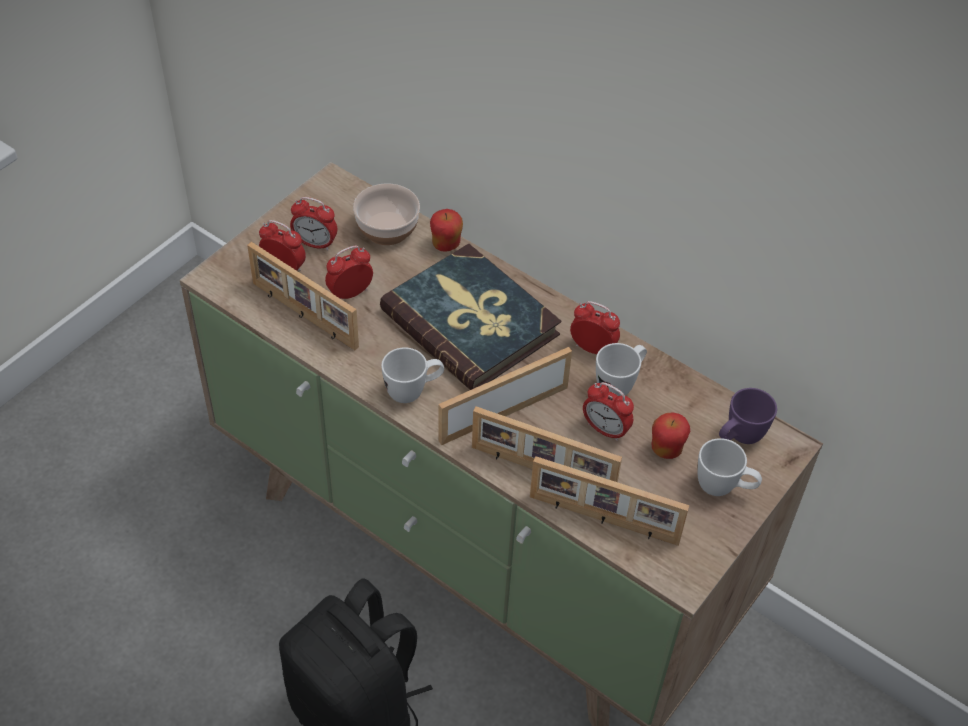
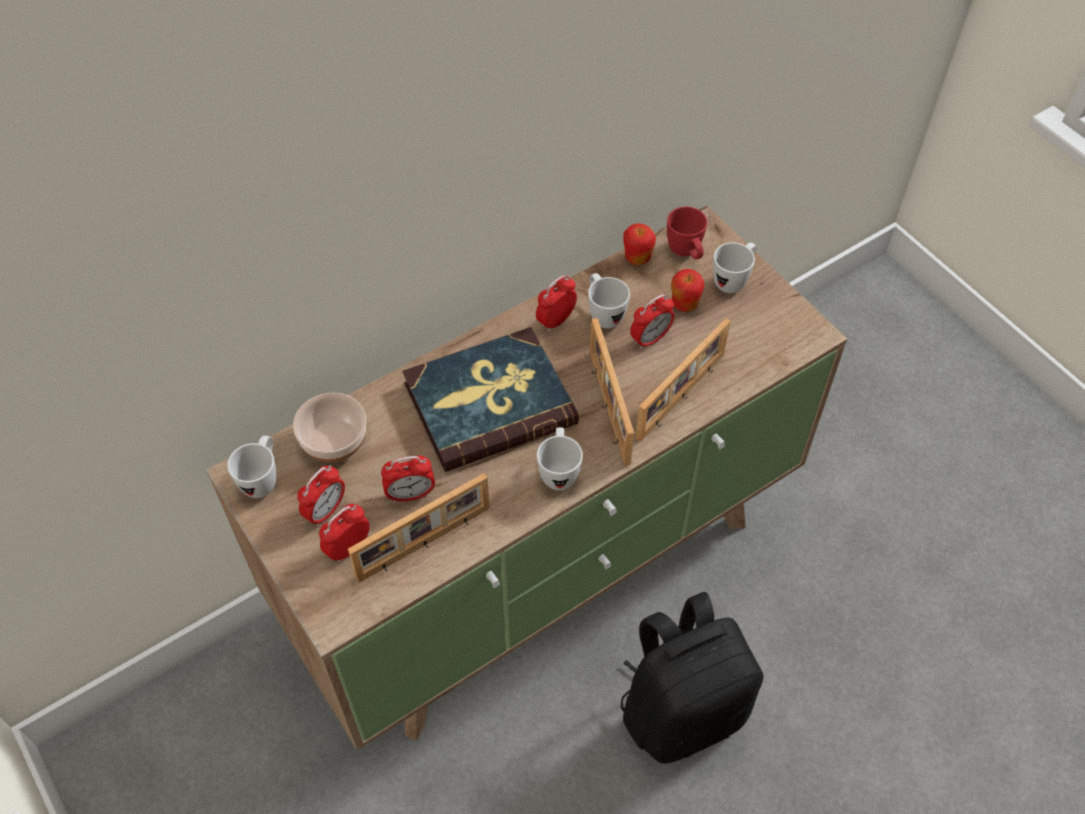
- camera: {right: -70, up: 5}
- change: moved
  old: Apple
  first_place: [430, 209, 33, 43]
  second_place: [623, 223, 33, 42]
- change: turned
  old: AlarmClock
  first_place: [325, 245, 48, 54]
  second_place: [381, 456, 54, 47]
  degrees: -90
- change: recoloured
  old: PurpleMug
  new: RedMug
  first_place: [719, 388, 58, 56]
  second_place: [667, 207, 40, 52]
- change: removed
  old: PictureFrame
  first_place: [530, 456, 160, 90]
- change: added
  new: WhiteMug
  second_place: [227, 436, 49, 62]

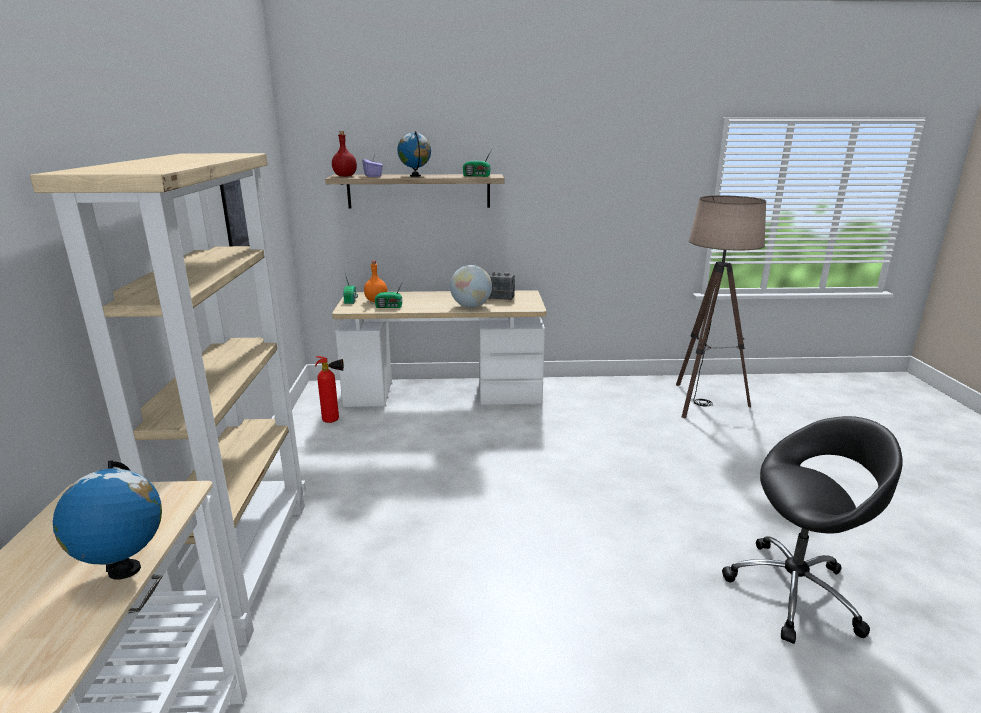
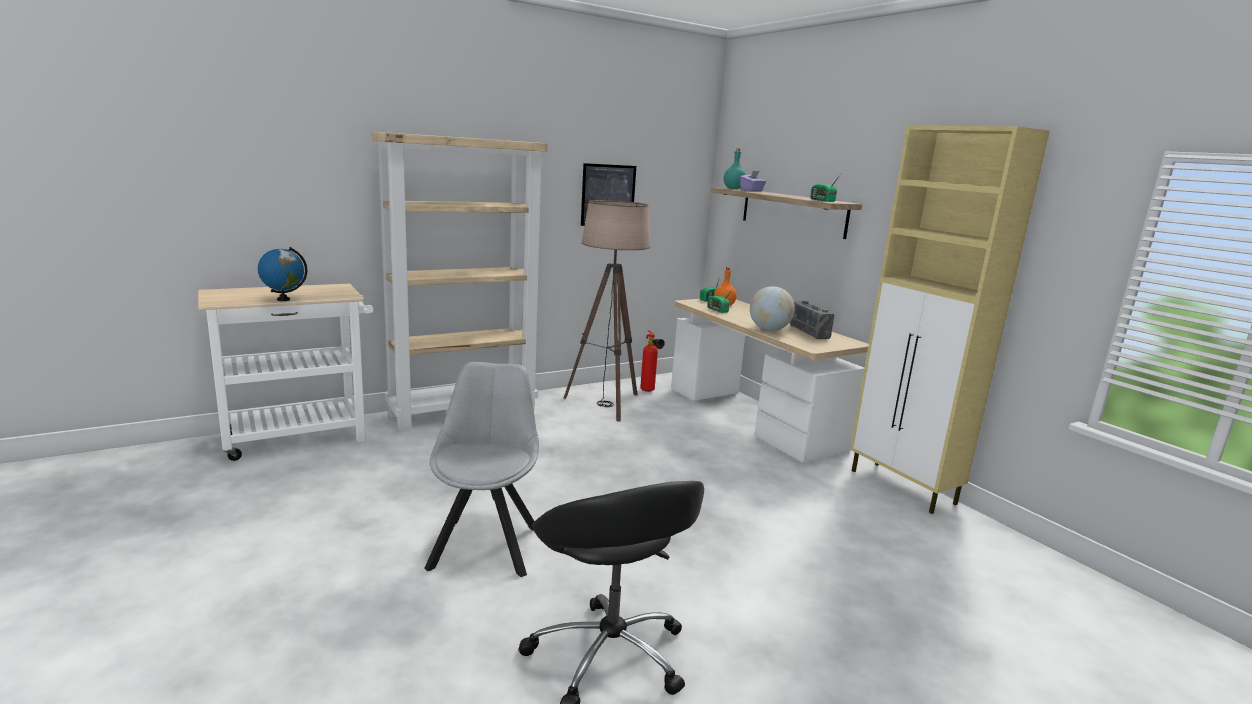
- camera: {right: 60, up: -5}
- change: recoloured
  old: RedBottle
  new: TurquoiseBottle
  first_place: [332, 131, 25, 46]
  second_place: [724, 148, 22, 41]
- change: removed
  old: Globe
  first_place: [397, 131, 34, 46]
- change: moved
  old: FloorLamp
  first_place: [676, 195, 90, 223]
  second_place: [563, 200, 87, 222]
- change: added
  new: BeigeCabinet
  second_place: [850, 125, 200, 389]
- change: added
  new: GreyChair
  second_place: [425, 362, 114, 215]

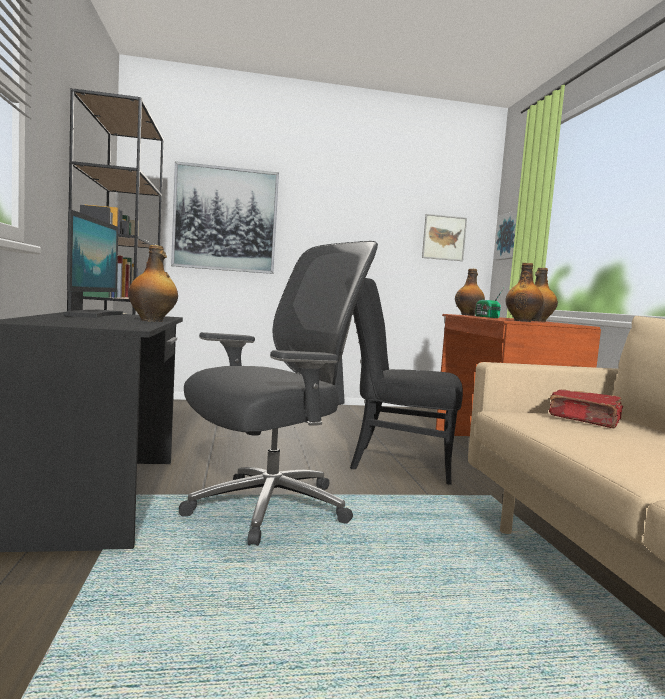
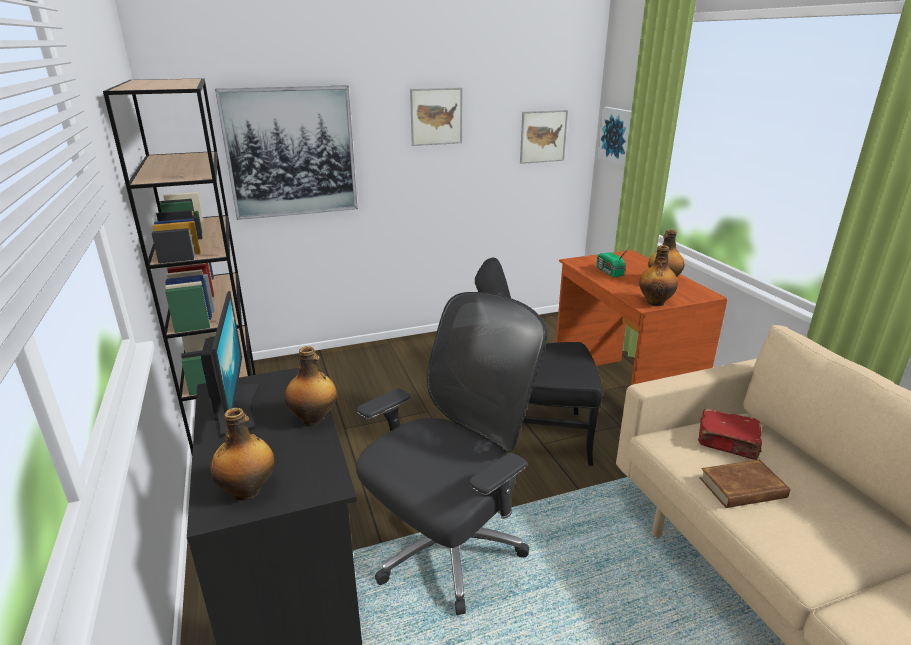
- camera: {right: -10, up: 20}
- change: moved
  old: Bottle
  first_place: [455, 269, 30, 47]
  second_place: [210, 408, 64, 93]
- change: added
  new: Picture
  second_place: [410, 87, 52, 59]
- change: added
  new: BrownBook
  second_place: [699, 460, 92, 48]

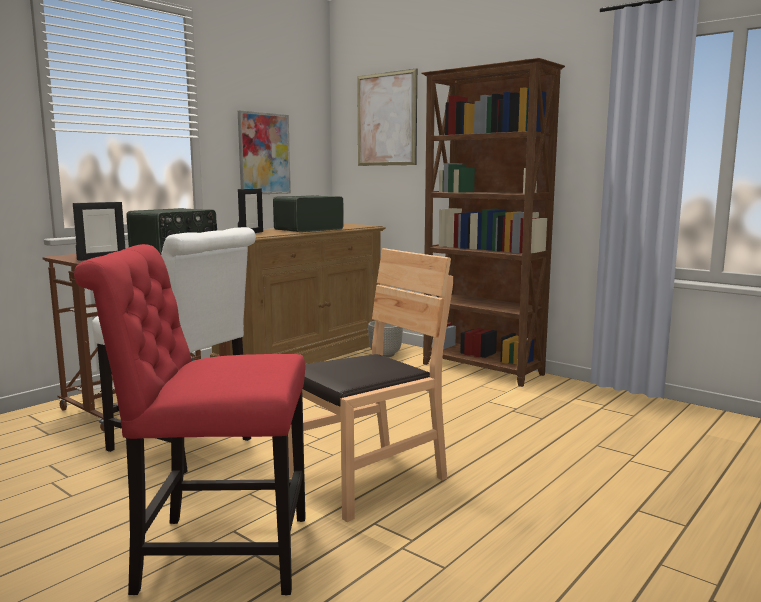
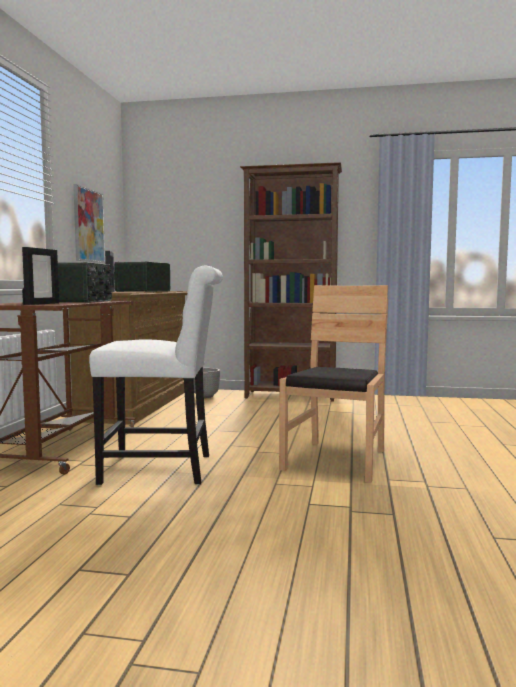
- camera: {right: -30, up: -5}
- change: removed
  old: Picture
  first_place: [357, 68, 60, 98]
- change: removed
  old: RedChair
  first_place: [74, 244, 232, 351]

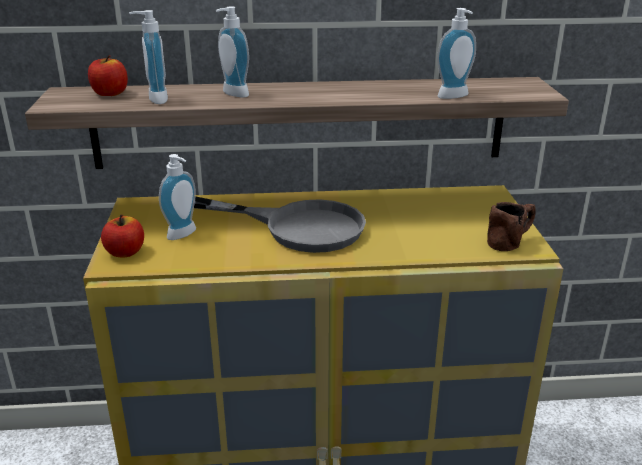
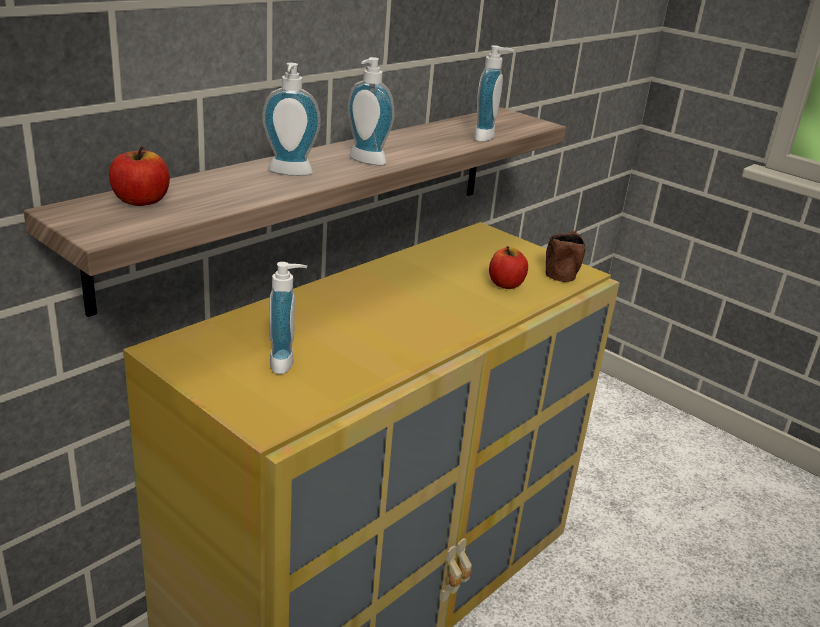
- camera: {right: -45, up: 0}
- change: moved
  old: SoapDispenser
  first_place: [129, 10, 39, 94]
  second_place: [348, 57, 47, 108]
- change: removed
  old: GreyFryingPan
  first_place: [194, 197, 172, 56]
- change: moved
  old: Apple
  first_place: [101, 215, 43, 42]
  second_place: [489, 246, 39, 43]

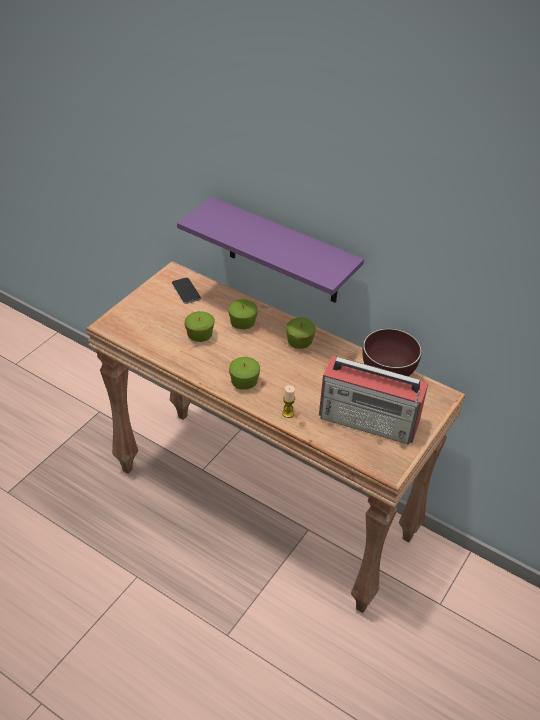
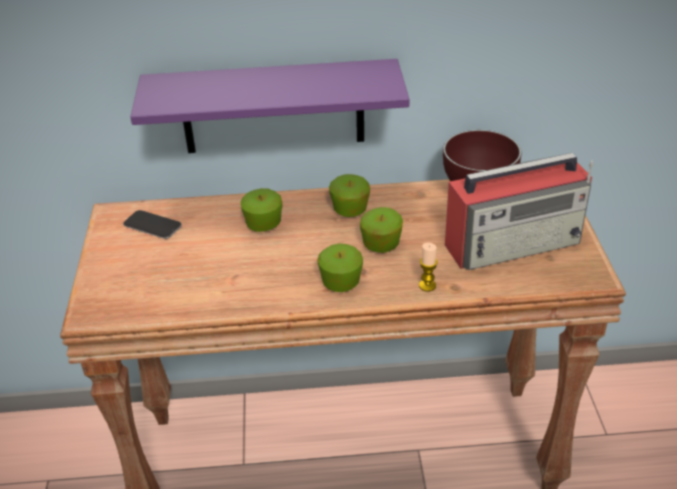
- camera: {right: -35, up: -5}
- change: moved
  old: Apple
  first_place: [185, 311, 30, 31]
  second_place: [360, 207, 43, 46]

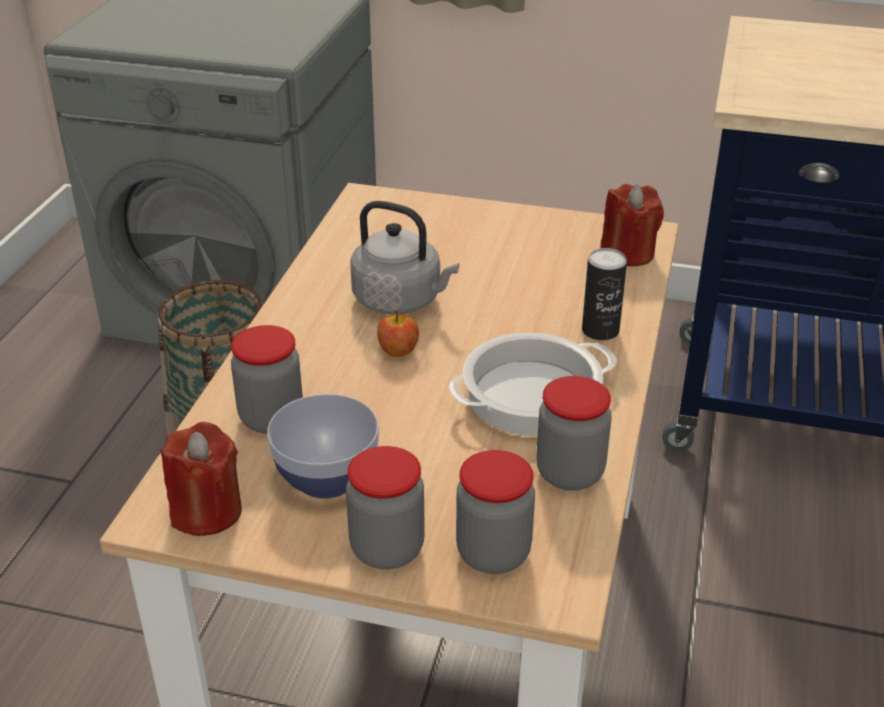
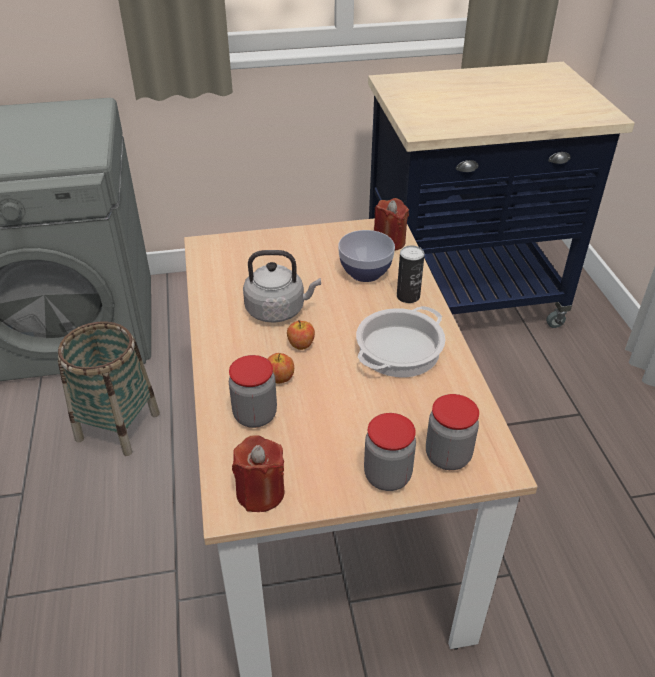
- camera: {right: -25, up: 5}
- change: removed
  old: Jar
  first_place: [536, 376, 75, 115]
- change: moved
  old: Bowl
  first_place: [267, 394, 112, 105]
  second_place: [338, 230, 57, 52]
- change: added
  new: Apple
  second_place: [267, 353, 27, 30]

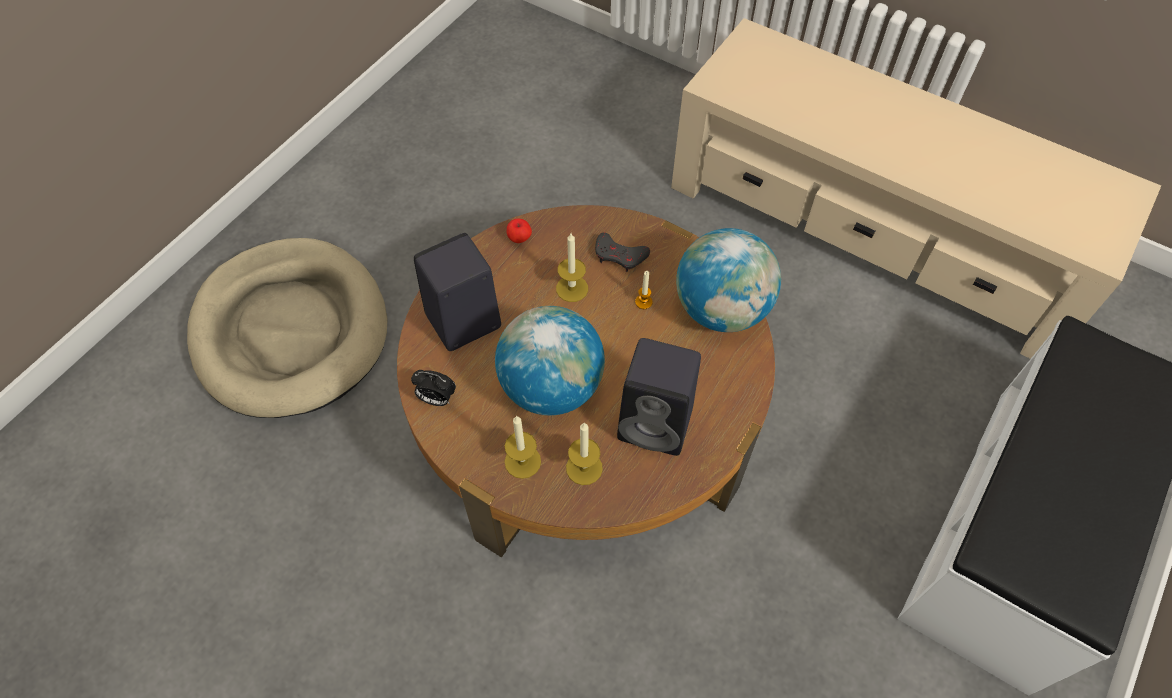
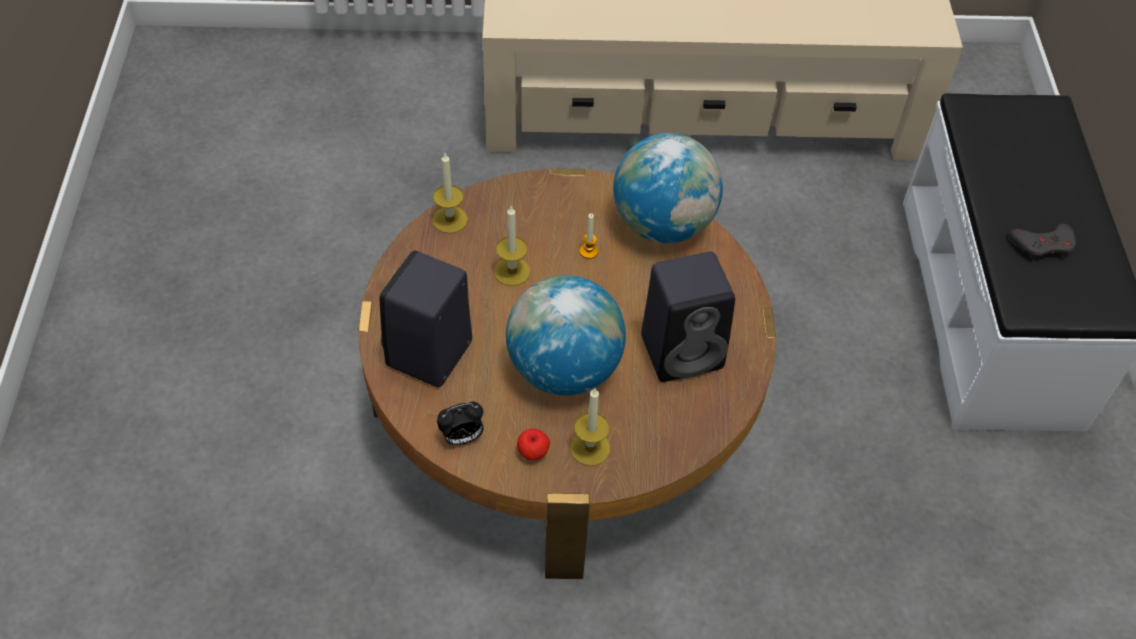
- camera: {right: -35, up: -5}
- change: moved
  old: Apple
  first_place: [507, 218, 25, 25]
  second_place: [517, 429, 33, 32]
- change: moved
  old: GreyGameController
  first_place: [595, 232, 55, 40]
  second_place: [1009, 224, 67, 37]
- change: removed
  old: BeigeDogBed
  first_place: [187, 238, 201, 180]
- change: moved
  old: Candle
  first_place: [566, 423, 37, 62]
  second_place: [432, 153, 36, 80]

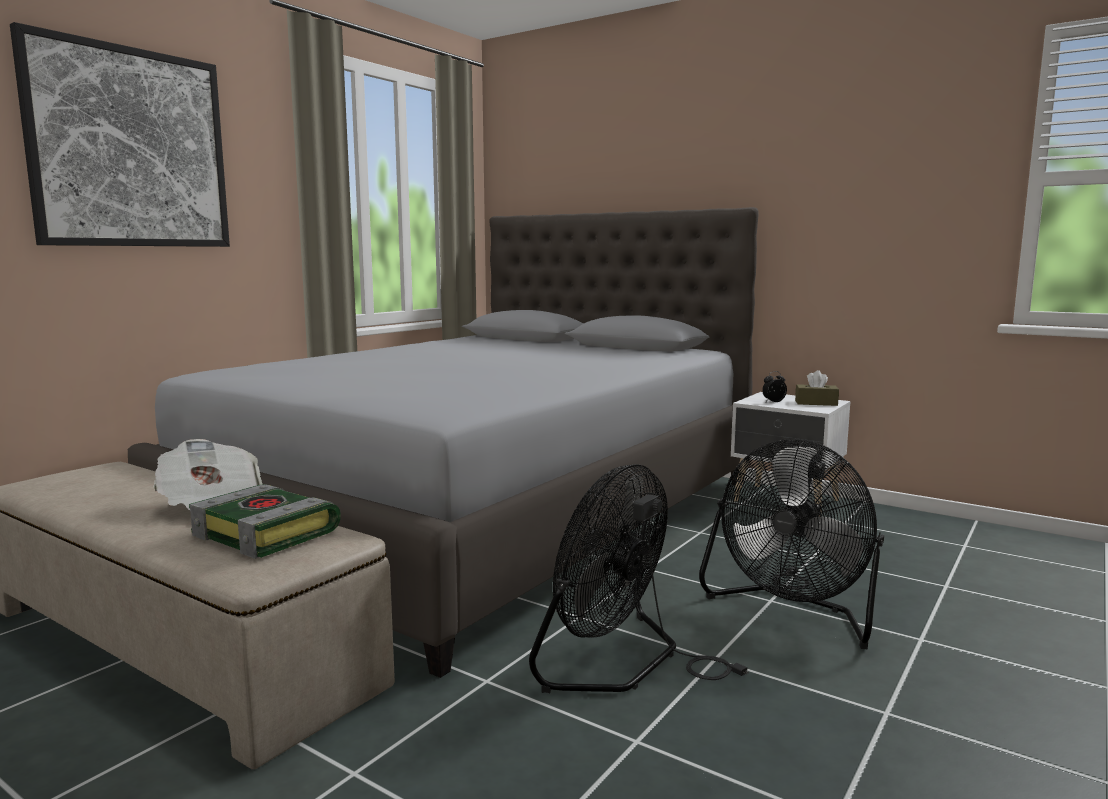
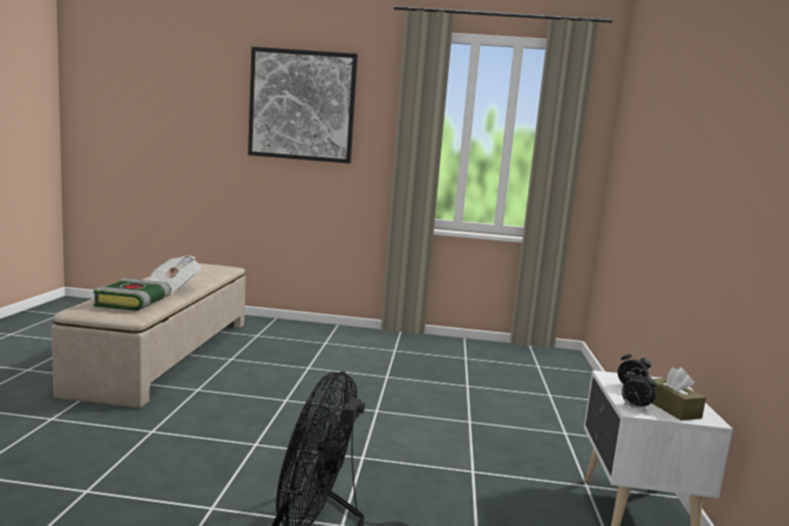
- camera: {right: 60, up: 0}
- change: removed
  old: GreyBed
  first_place: [128, 207, 631, 471]
- change: removed
  old: BlackFan
  first_place: [529, 464, 219, 229]
- change: added
  new: AlarmClock
  second_place: [622, 368, 34, 43]

